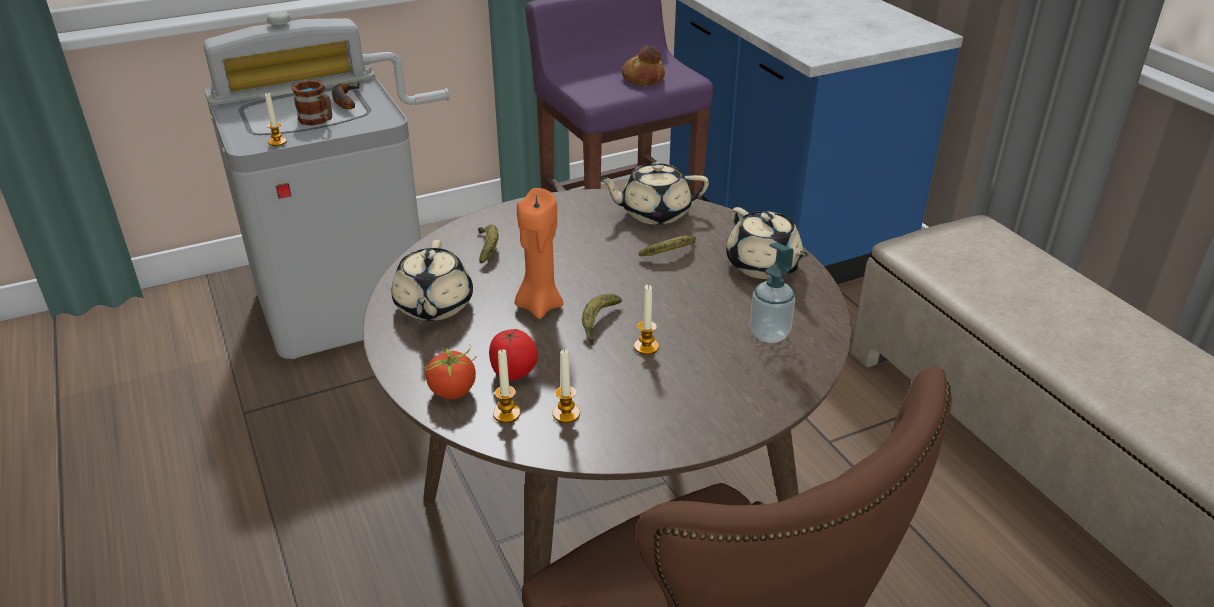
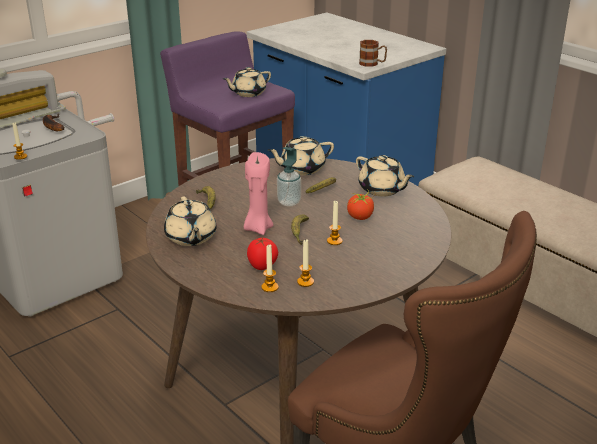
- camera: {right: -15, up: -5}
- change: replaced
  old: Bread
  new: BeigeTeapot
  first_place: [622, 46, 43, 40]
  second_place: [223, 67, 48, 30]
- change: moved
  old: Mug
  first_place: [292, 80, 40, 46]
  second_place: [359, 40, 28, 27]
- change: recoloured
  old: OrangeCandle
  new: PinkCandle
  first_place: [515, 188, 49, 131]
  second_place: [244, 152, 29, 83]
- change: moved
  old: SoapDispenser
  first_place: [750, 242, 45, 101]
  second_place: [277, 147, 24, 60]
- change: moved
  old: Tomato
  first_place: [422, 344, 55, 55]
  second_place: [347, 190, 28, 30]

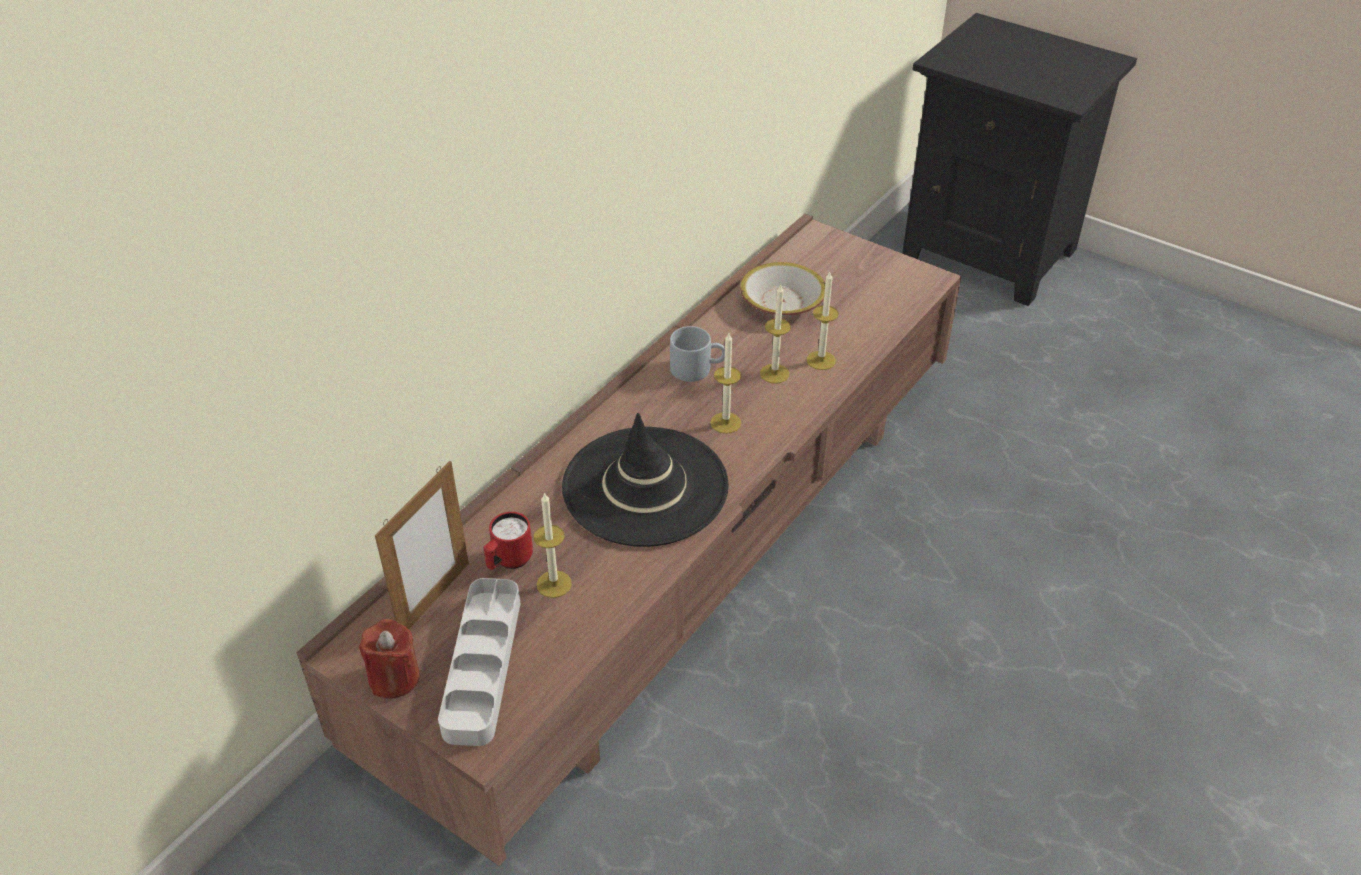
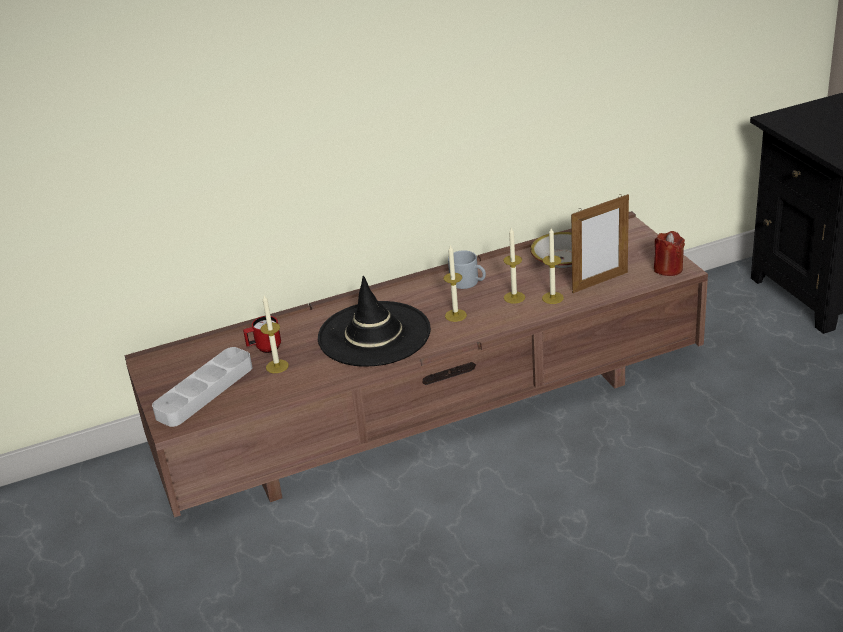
- camera: {right: 35, up: -10}
- change: moved
  old: PictureFrame
  first_place: [375, 461, 94, 168]
  second_place: [571, 194, 58, 99]
- change: moved
  old: RedCandle
  first_place: [359, 619, 61, 80]
  second_place: [654, 231, 31, 45]

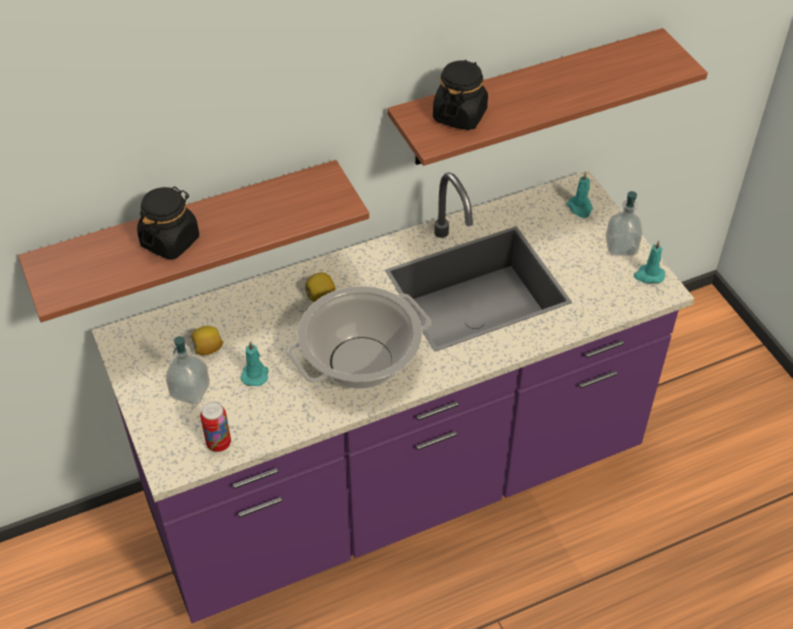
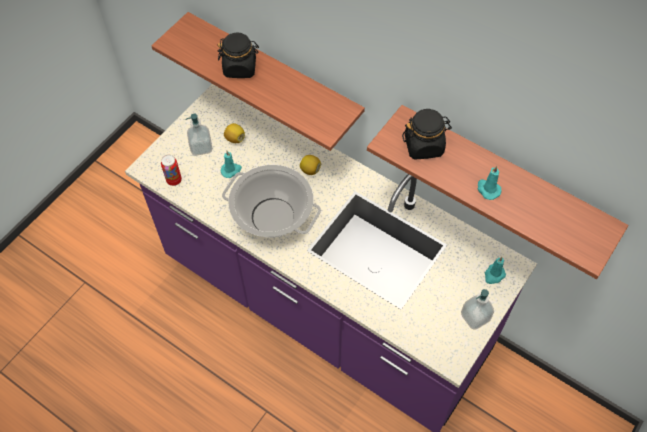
- camera: {right: 60, up: 10}
- change: moved
  old: TurquoiseCandle
  first_place: [634, 240, 31, 44]
  second_place: [478, 166, 24, 34]

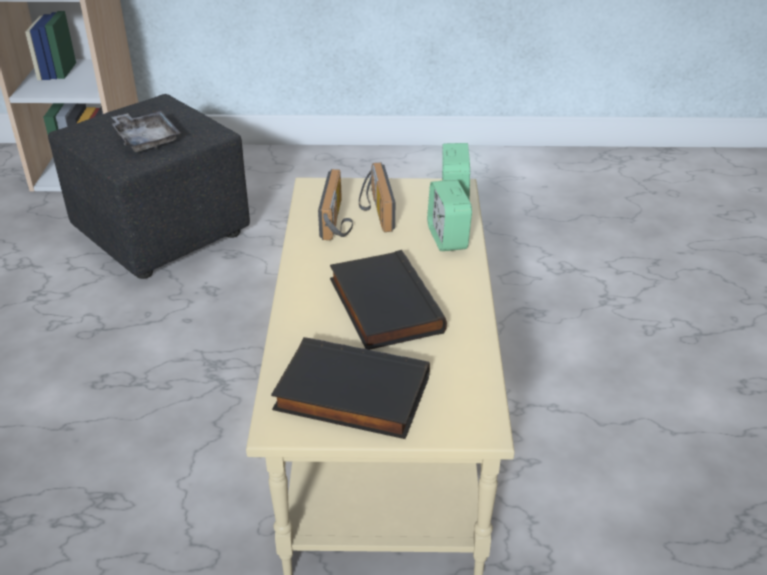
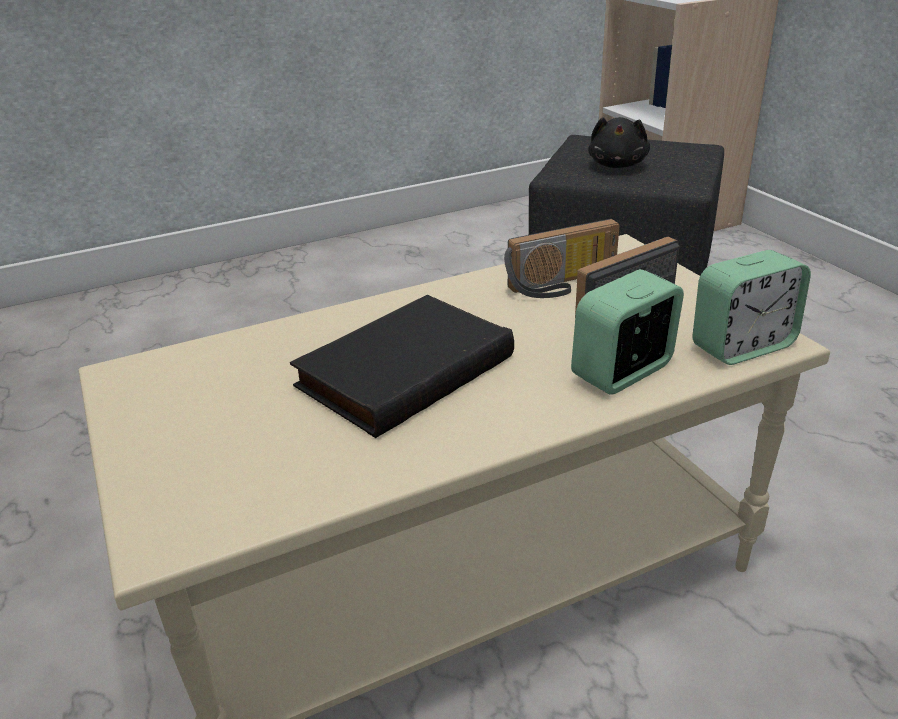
- camera: {right: 65, up: -5}
- change: replaced
  old: GreyTray
  new: BlackPlushToy
  first_place: [112, 111, 68, 41]
  second_place: [588, 117, 62, 51]
- change: removed
  old: BlackBook
  first_place: [271, 337, 159, 102]

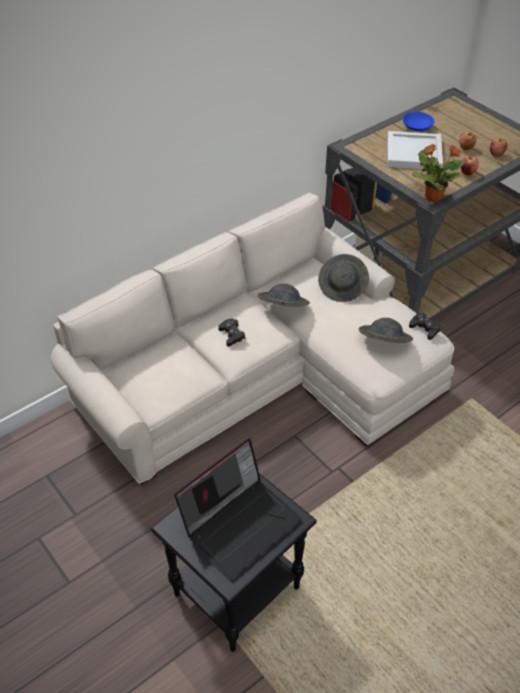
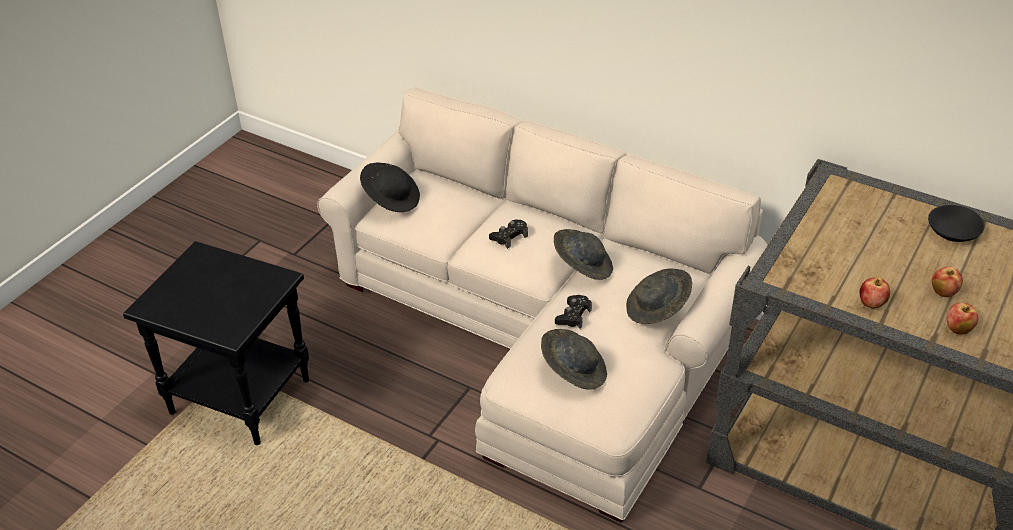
- camera: {right: 70, up: -5}
- change: recoloured
  old: BlueBowl
  new: BlackBowl
  first_place: [403, 111, 32, 20]
  second_place: [928, 205, 56, 37]
- change: removed
  old: WhiteTray
  first_place: [387, 131, 56, 38]
- change: removed
  old: PottedPlant
  first_place: [412, 144, 53, 58]
- change: moved
  old: BlackGameController
  first_place: [409, 313, 32, 27]
  second_place: [555, 295, 37, 34]
- change: removed
  old: Laptop
  first_place: [174, 438, 128, 141]
- change: added
  new: BlackHat
  second_place: [360, 163, 60, 49]

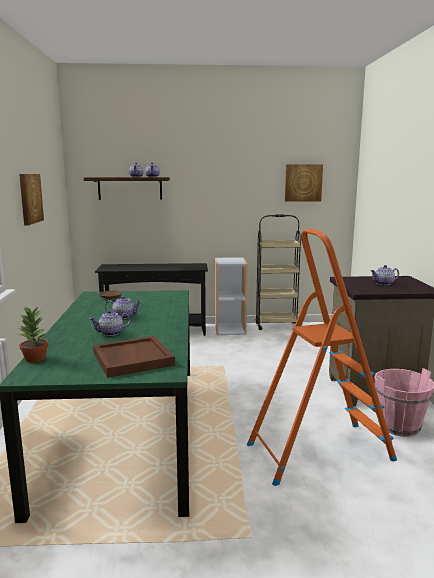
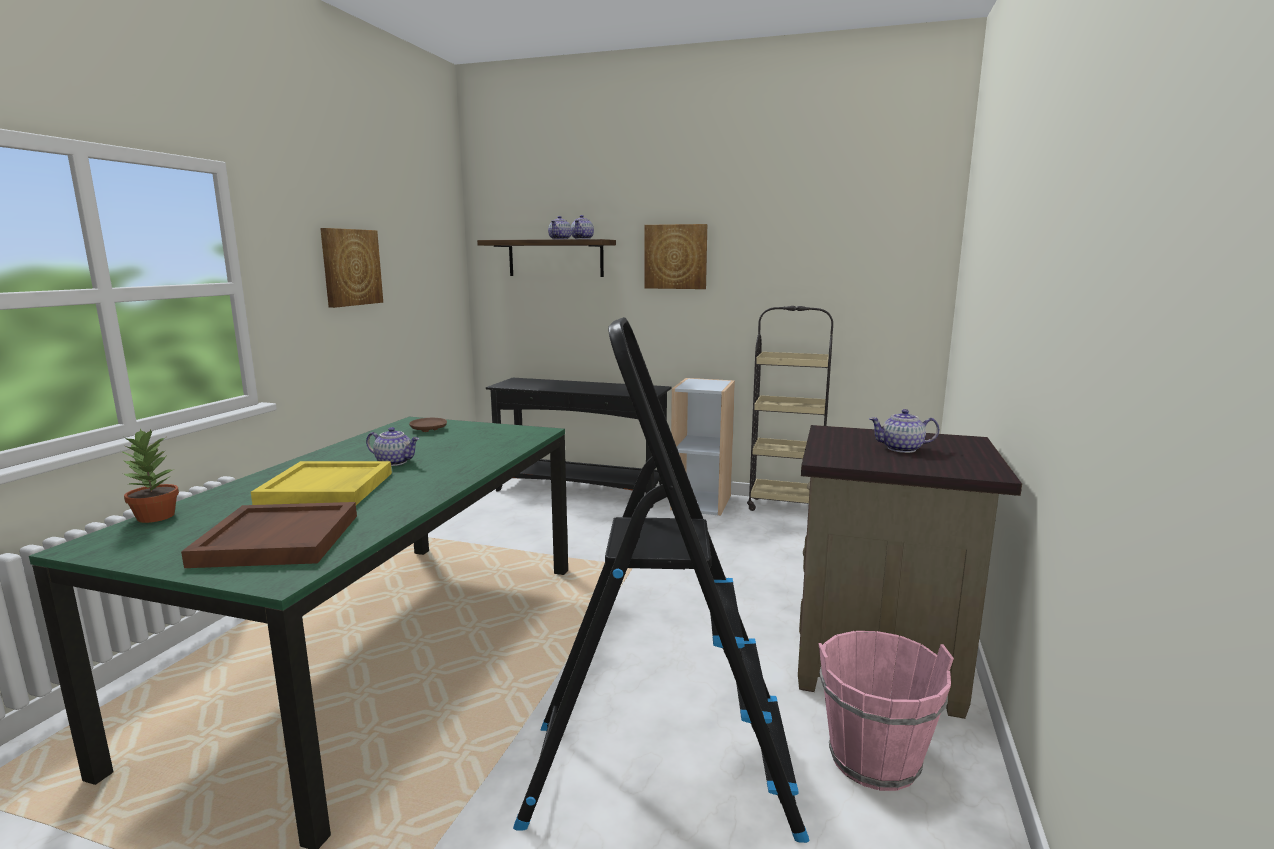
- camera: {right: 20, up: 0}
- change: moved
  old: Picture
  first_place: [285, 164, 38, 38]
  second_place: [644, 224, 63, 65]
- change: recoloured
  old: OrangeStepLadder
  new: BlackStepLadder
  first_place: [247, 228, 150, 258]
  second_place: [513, 317, 296, 526]
- change: replaced
  old: Teapot
  new: YellowTray
  first_place: [90, 310, 41, 26]
  second_place: [251, 461, 141, 44]

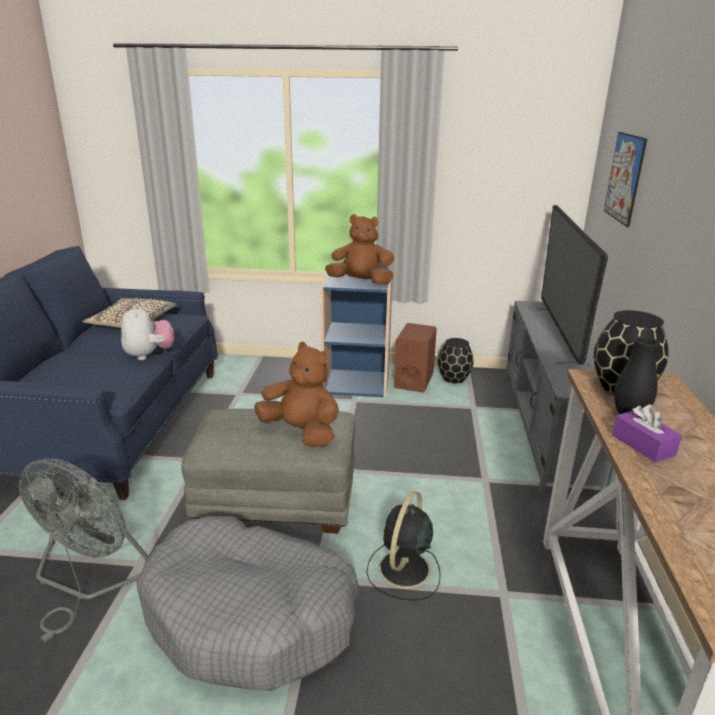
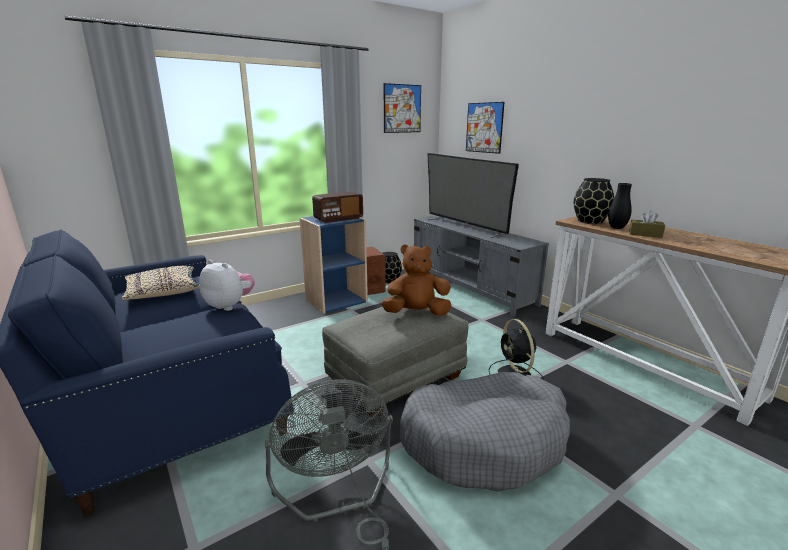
- camera: {right: -40, up: -5}
- change: replaced
  old: BrownPlushToy
  new: Radio
  first_place: [325, 214, 69, 71]
  second_place: [312, 192, 51, 31]
- change: recoloured
  old: PurpleTissueBox
  new: BrownTissueBox
  first_place: [612, 404, 70, 59]
  second_place: [629, 210, 36, 28]
- change: added
  new: Picture
  second_place: [383, 83, 38, 50]

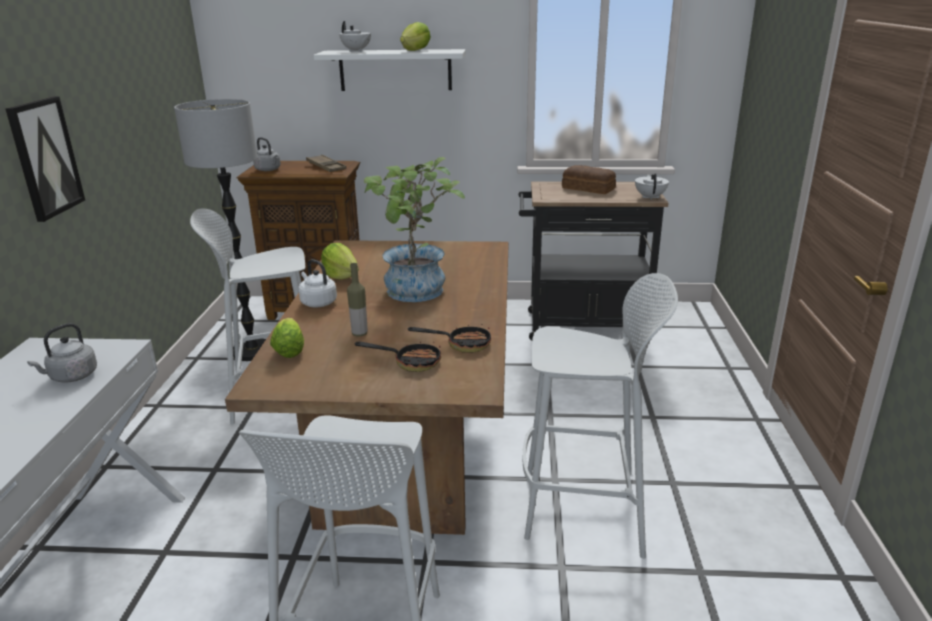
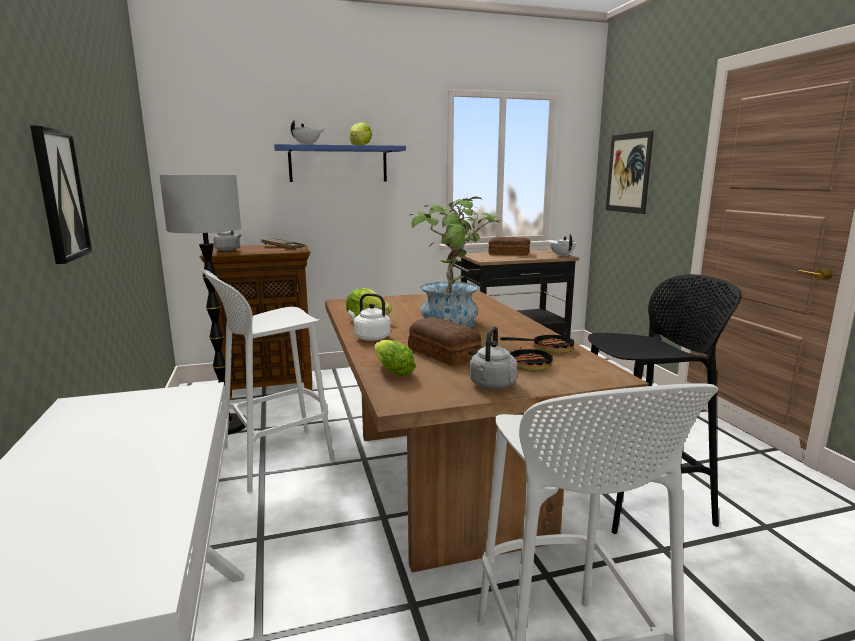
- camera: {right: -20, up: -10}
- change: recoloured
  old: WhiteShelf
  new: BlueShelf
  first_place: [314, 49, 152, 42]
  second_place: [274, 144, 132, 38]
- change: replaced
  old: Bottle
  new: Bread
  first_place: [347, 263, 21, 73]
  second_place: [408, 317, 74, 49]
- change: recoloured
  old: WhiteStool
  new: BlackStool
  first_place: [523, 273, 155, 286]
  second_place: [588, 274, 154, 260]
- change: moved
  old: GreyKettle
  first_place: [27, 323, 70, 60]
  second_place: [469, 326, 48, 63]
- change: added
  new: Picture
  second_place: [606, 131, 48, 83]

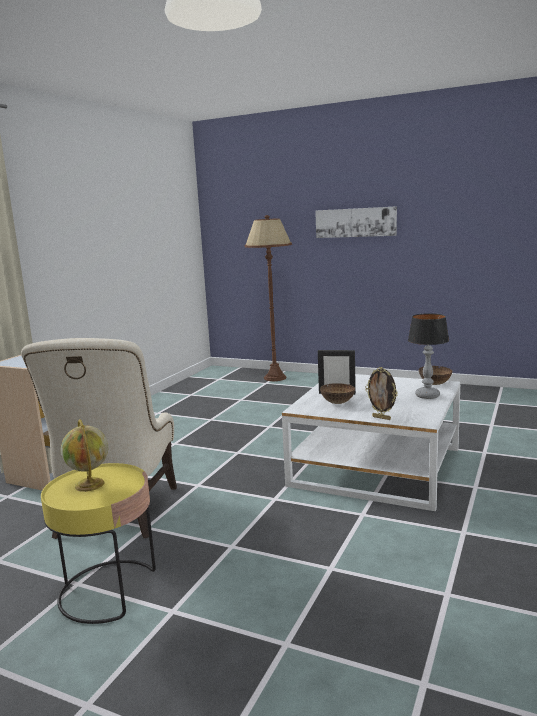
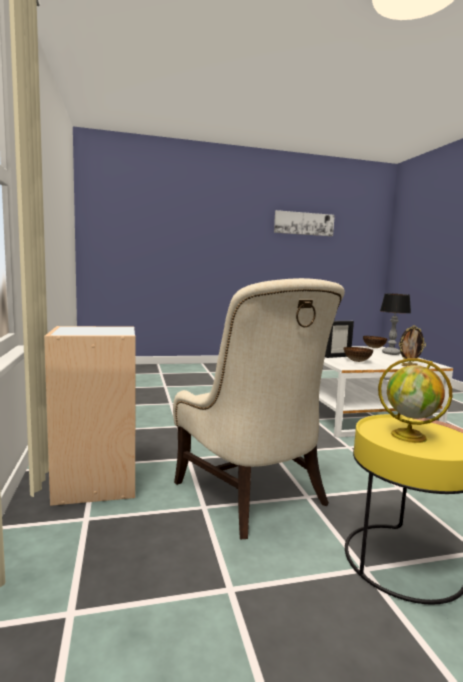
- camera: {right: -40, up: -5}
- change: moved
  old: Picture
  first_place: [315, 206, 82, 32]
  second_place: [274, 210, 61, 26]
- change: removed
  old: BrownFloorLamp
  first_place: [245, 215, 47, 166]

